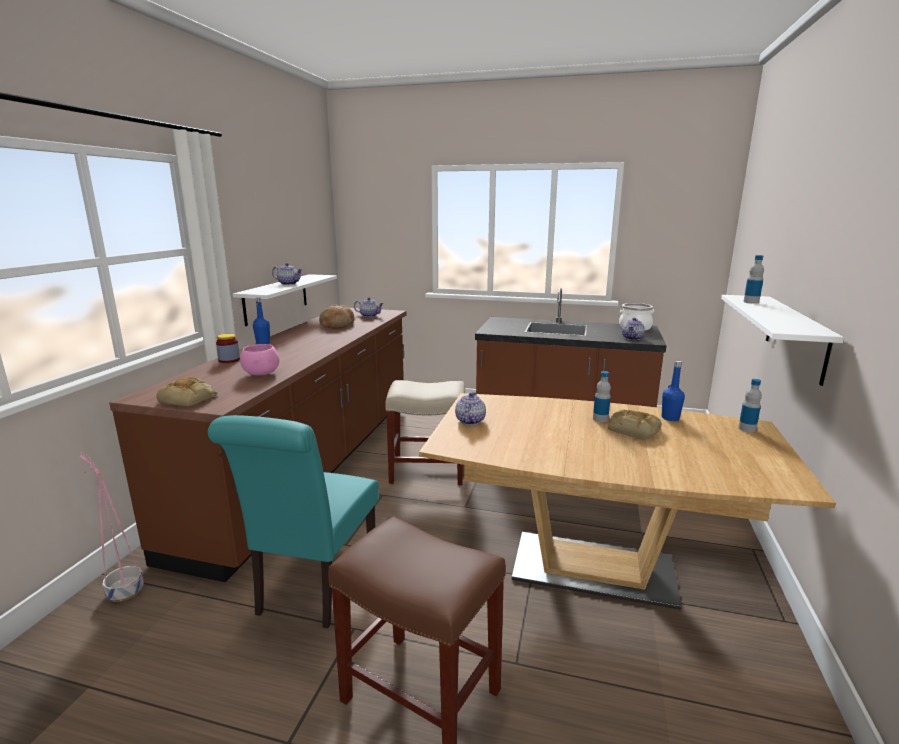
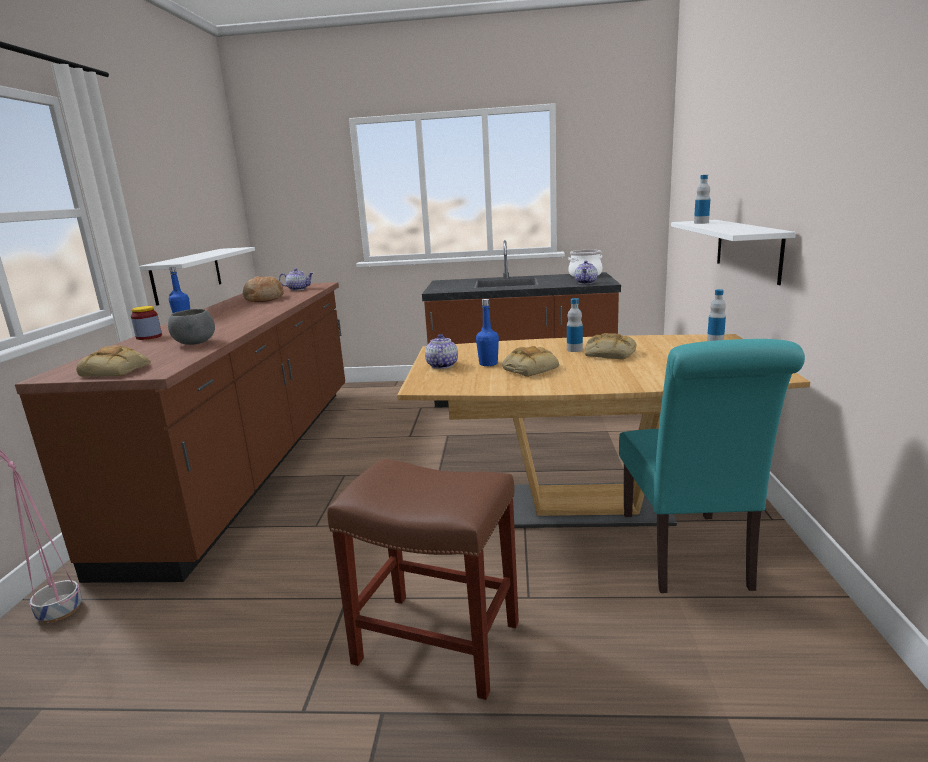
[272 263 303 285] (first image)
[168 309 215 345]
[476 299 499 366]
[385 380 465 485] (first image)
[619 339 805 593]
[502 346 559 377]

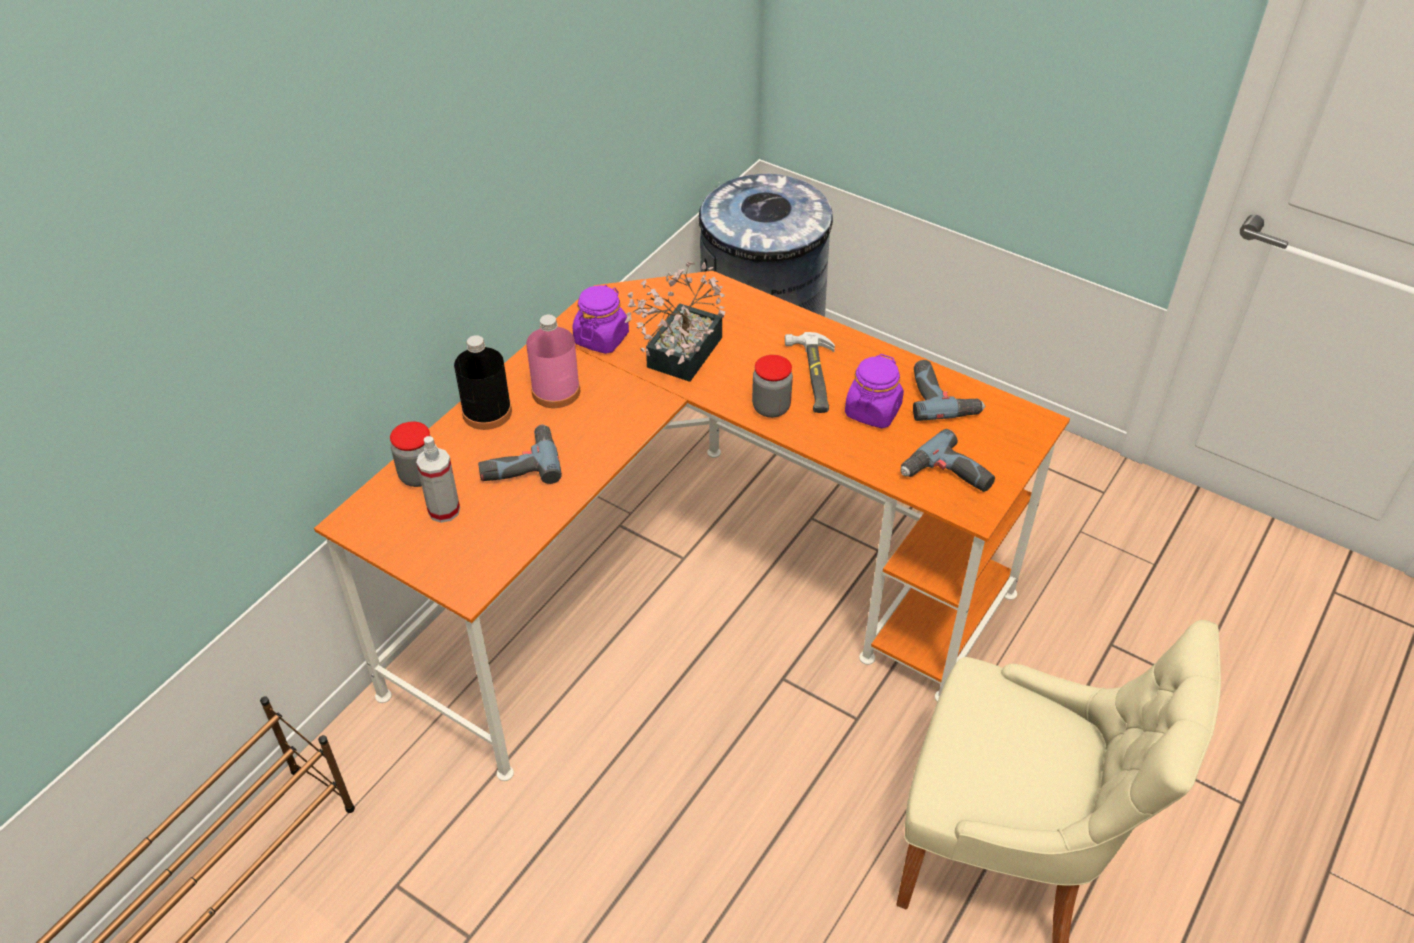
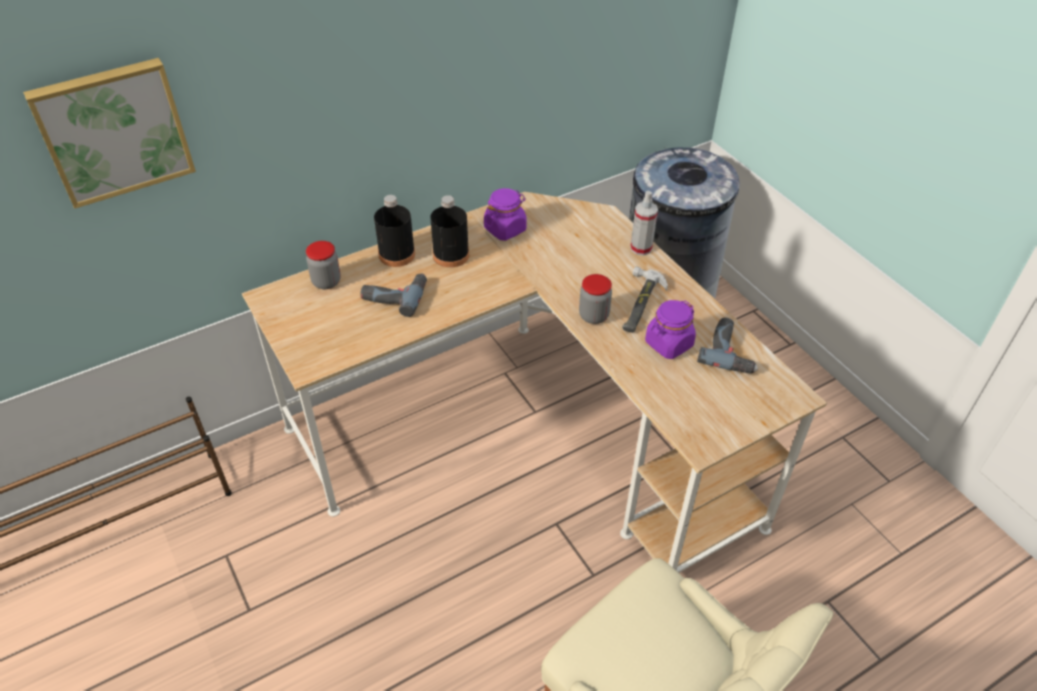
[625 262 725 382] (first image)
[242 192 827 573]
[430 195 469 268]
[901 429 995 492] (first image)
[630 191 658 256]
[23 58 196 209]

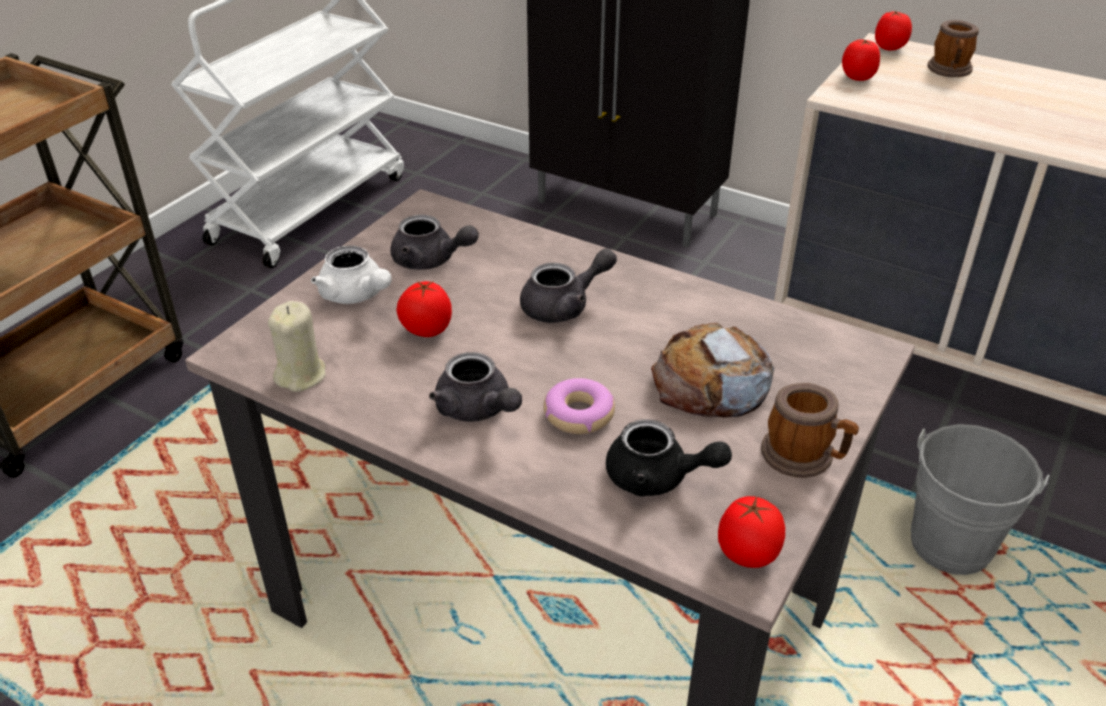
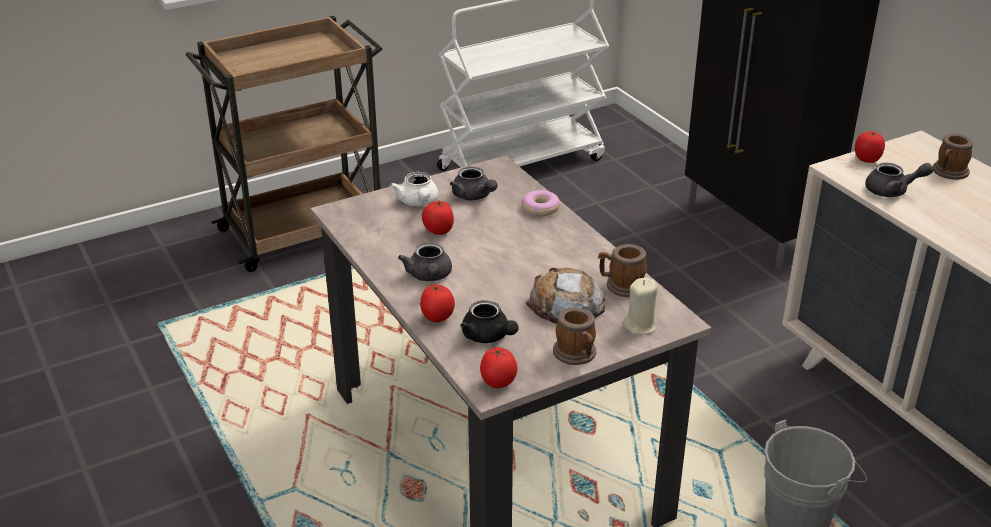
[420 284 455 322]
[865 163 933 197]
[623 278 657 335]
[521 190 560 216]
[598 244 647 297]

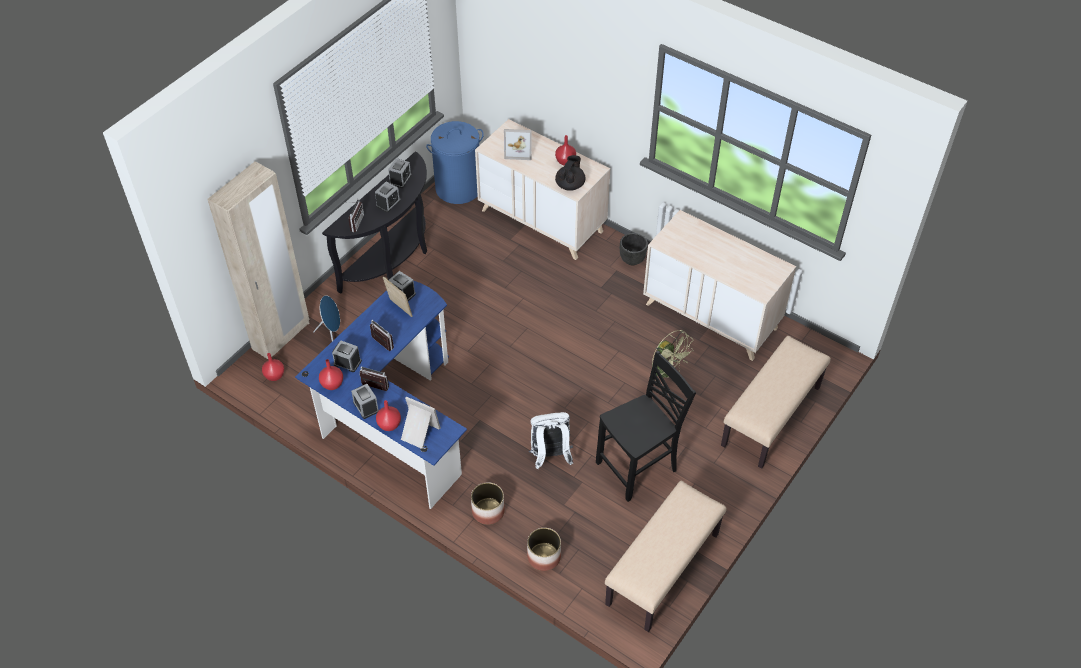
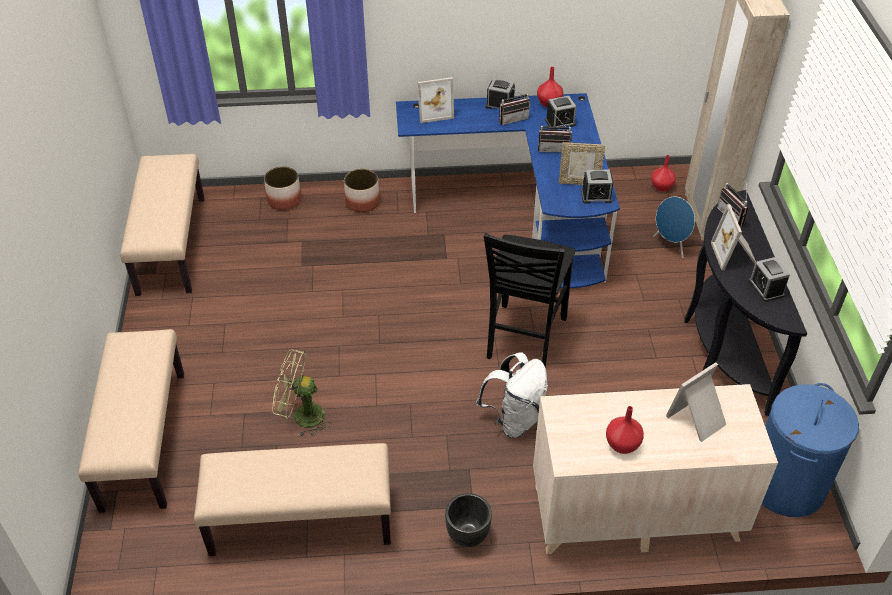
[555 155 585 191] (first image)
[711 204 756 270]
[194 443 391 556]
[484 233 576 368]
[376 400 401 431] (first image)
[476 352 548 438]

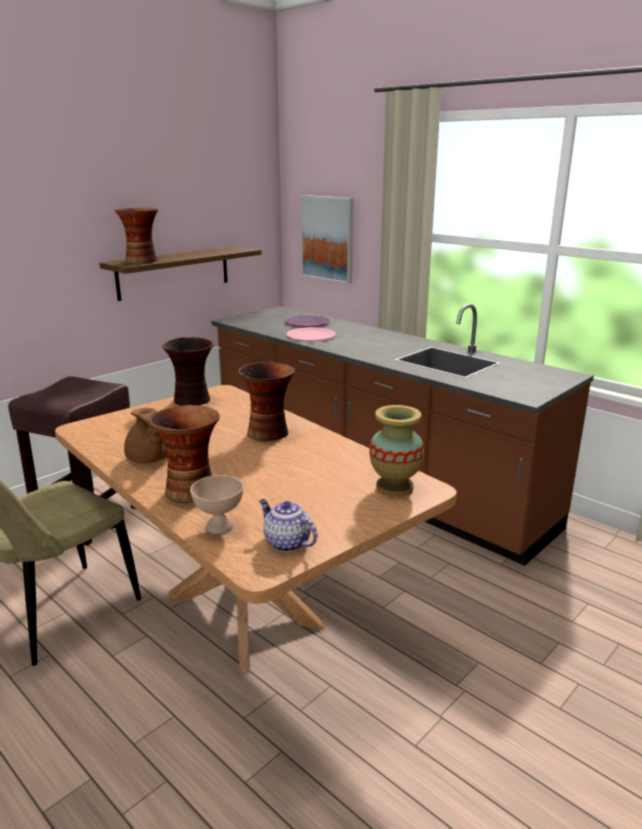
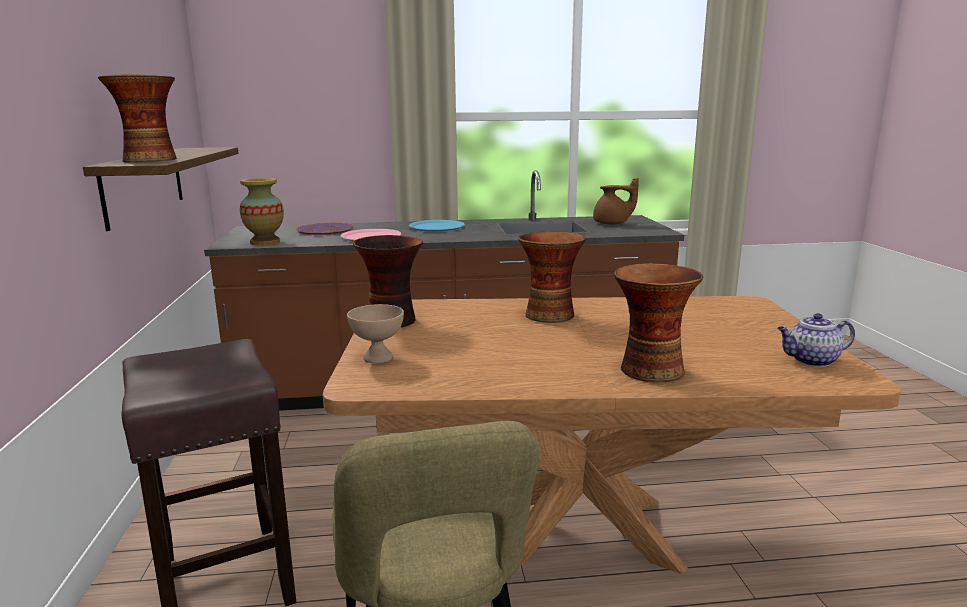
[301 195 354 284] (first image)
[240 178 284 246]
[593 177 639 224]
[347 304 404 364]
[409 220 465 232]

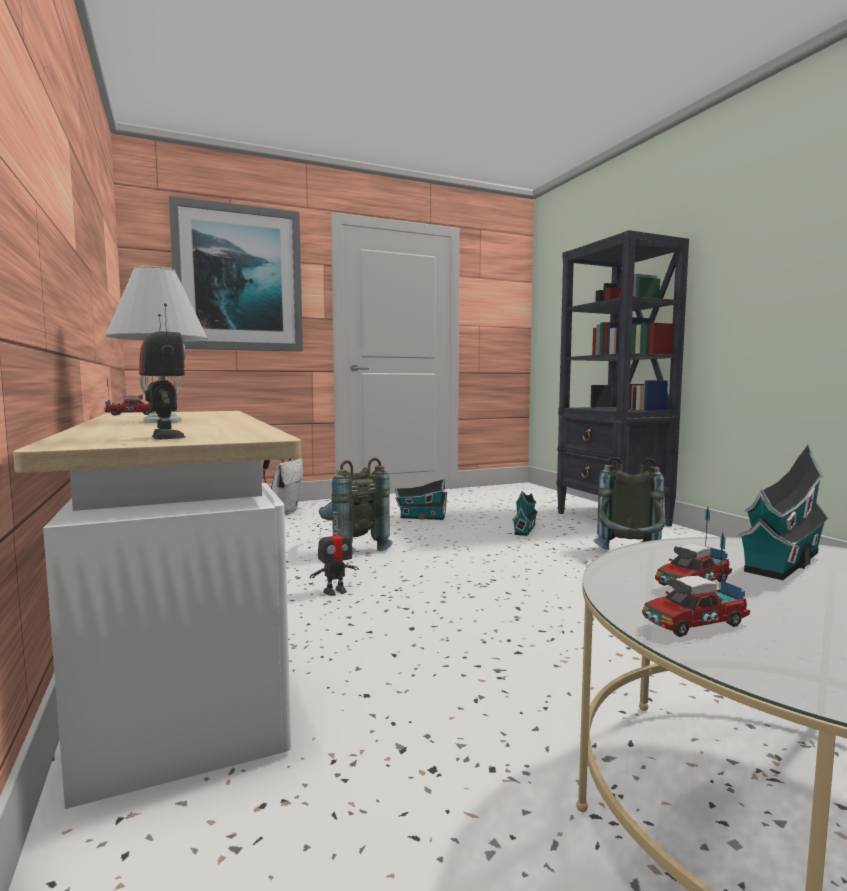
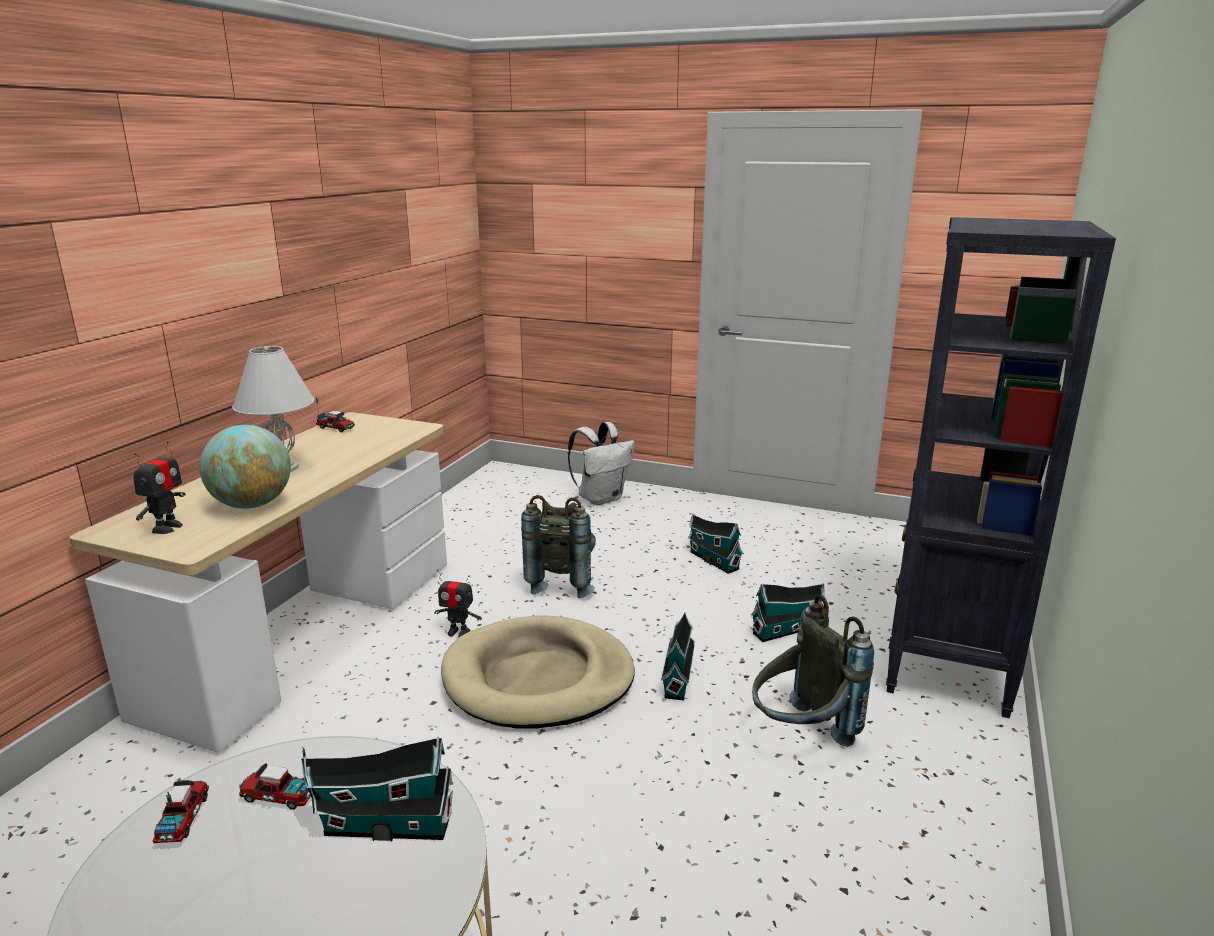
[169 196 303 352] (first image)
[153 780 209 843]
[199 425 291 509]
[661 613 696 700]
[441 615 635 729]

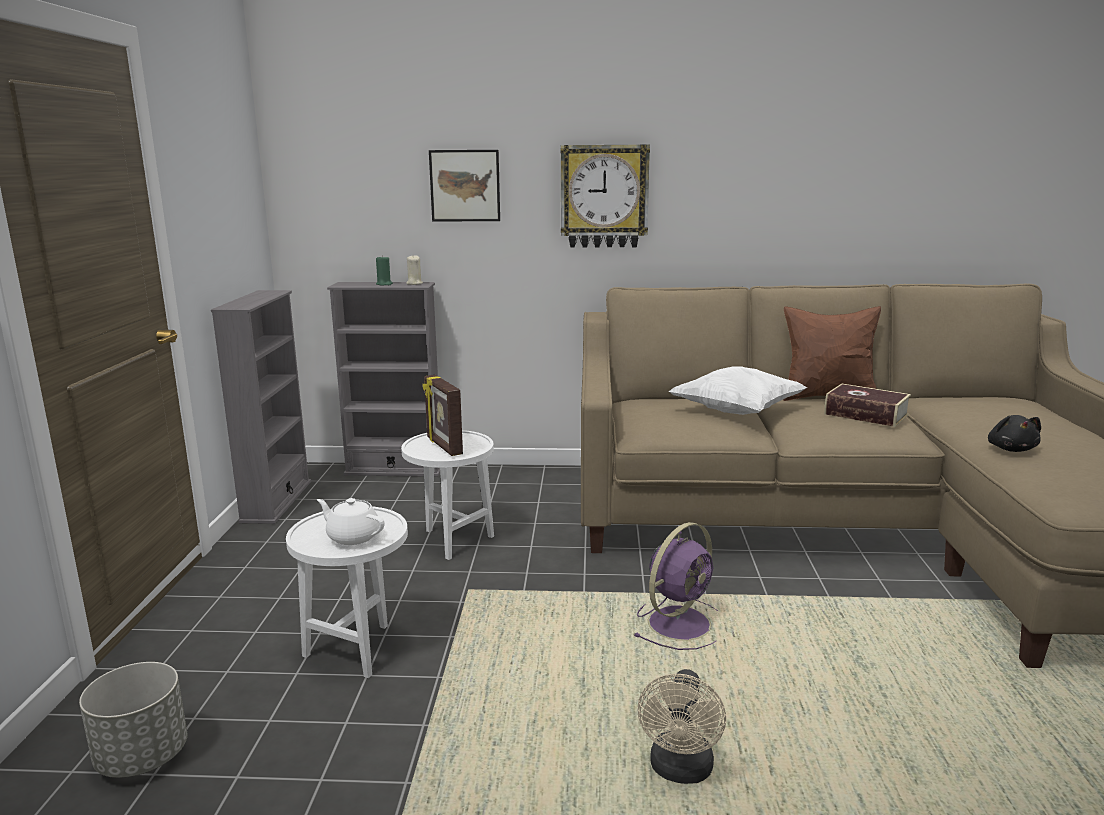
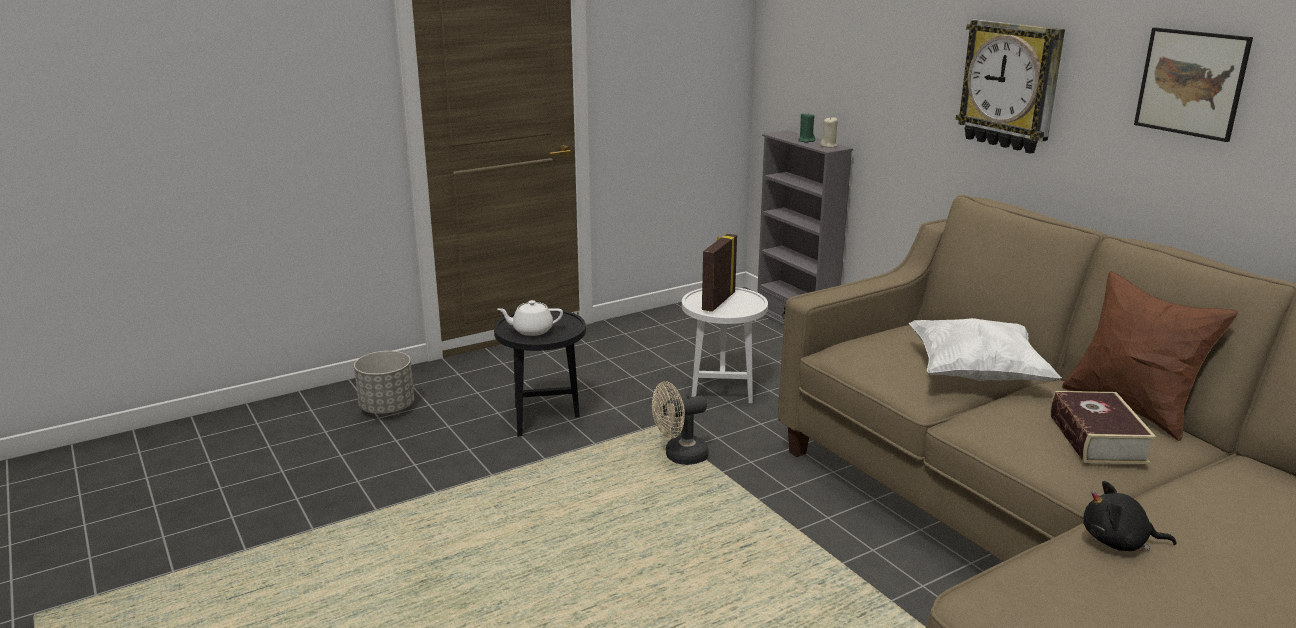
[1134 28 1253 142]
[211 290 311 524] (first image)
[1083 481 1176 551]
[497 300 563 336]
[494 310 586 437]
[633 522 718 650] (first image)
[652 381 709 465]

